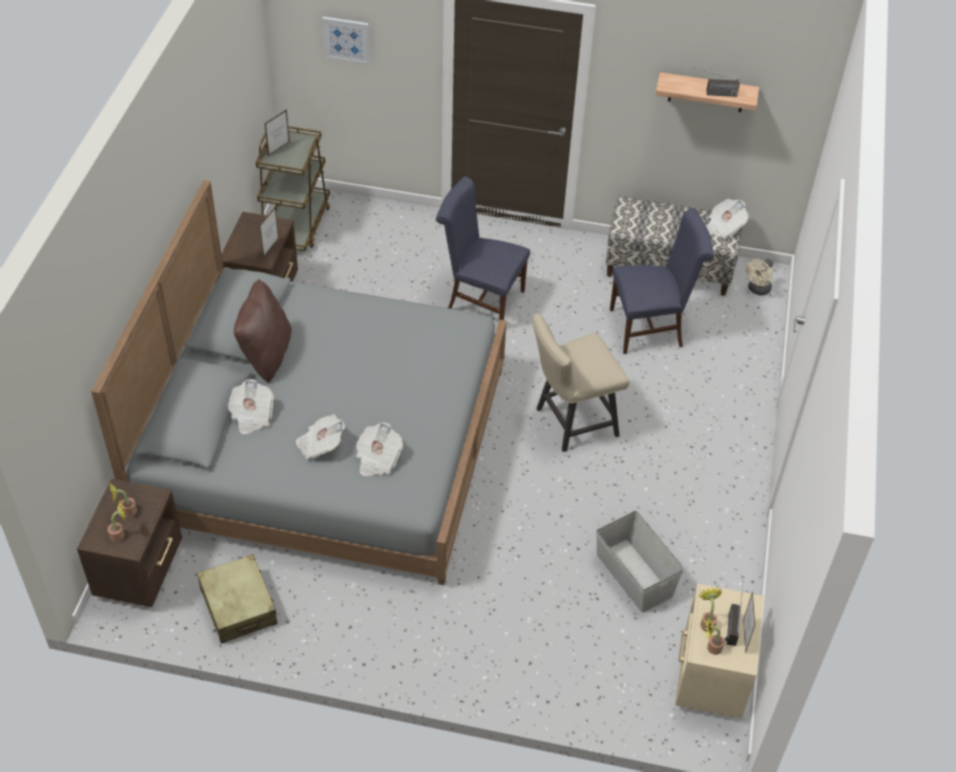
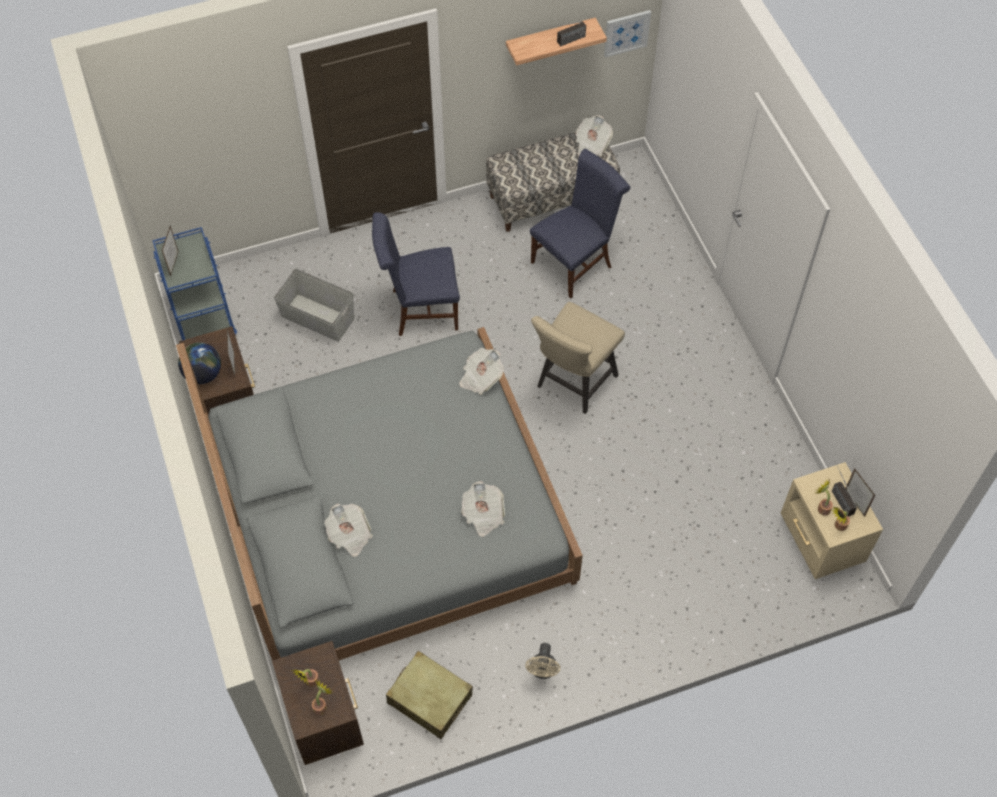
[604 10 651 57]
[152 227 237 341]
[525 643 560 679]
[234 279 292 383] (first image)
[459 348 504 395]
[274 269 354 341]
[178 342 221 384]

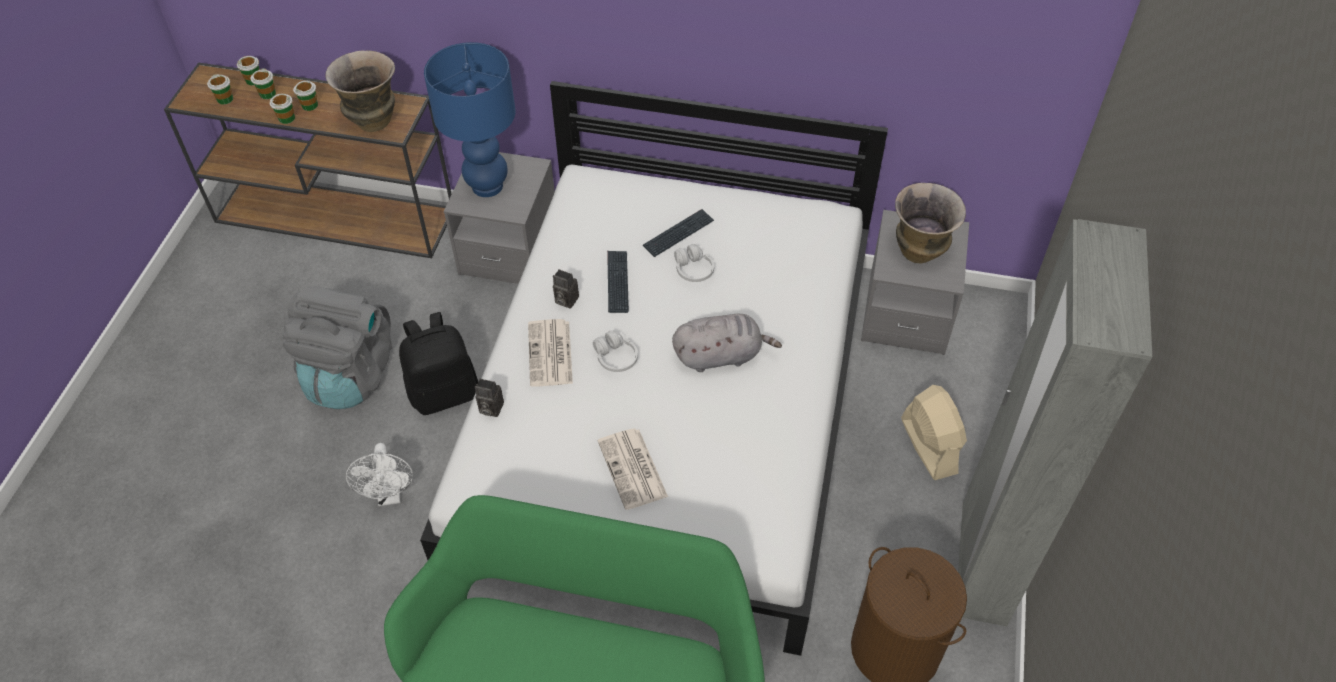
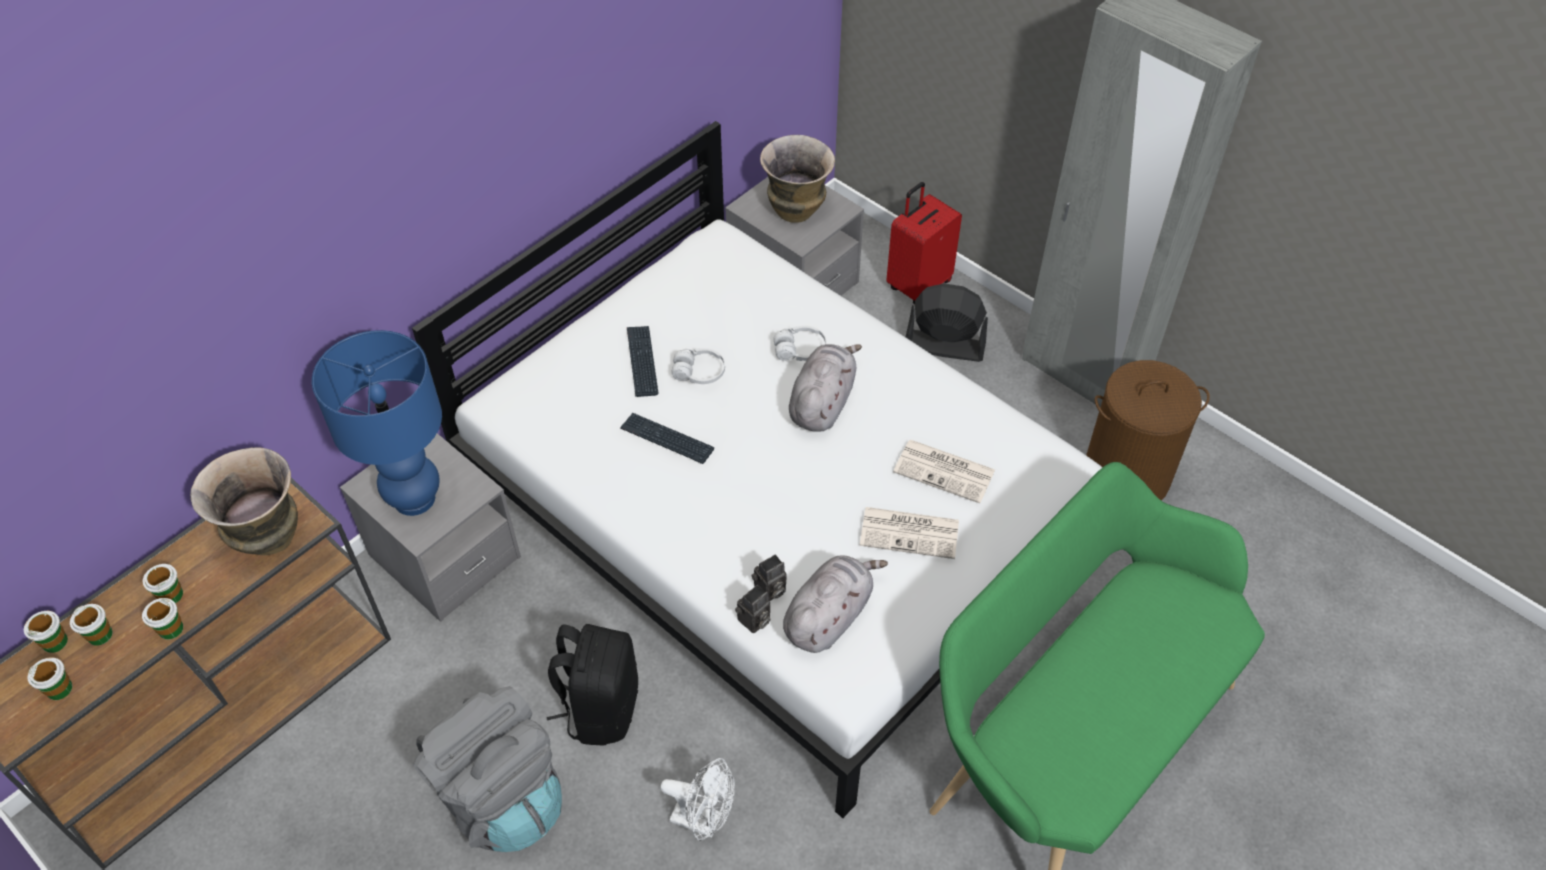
[751 554 787 601]
[893 440 995 504]
[773 326 826 361]
[906 283 988 362]
[886 182 962 304]
[783 555 888 653]

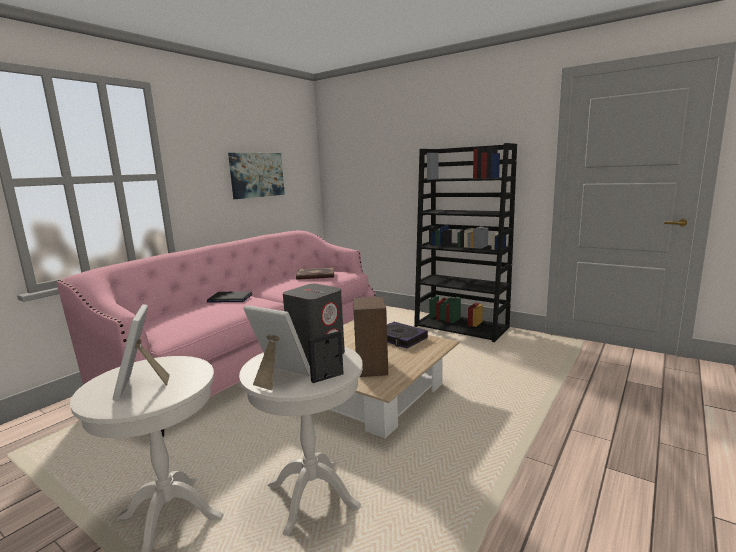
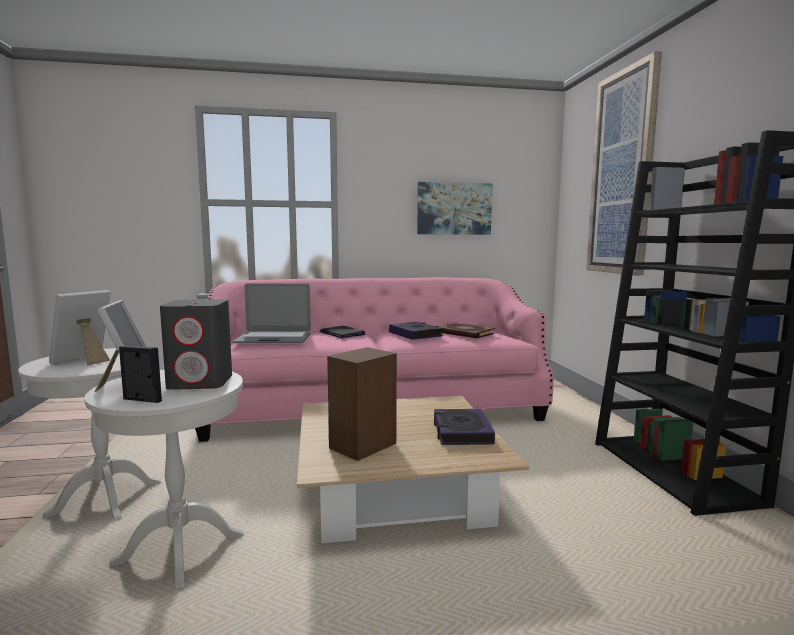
[586 51 662 275]
[233 284 311 343]
[389 322 443 340]

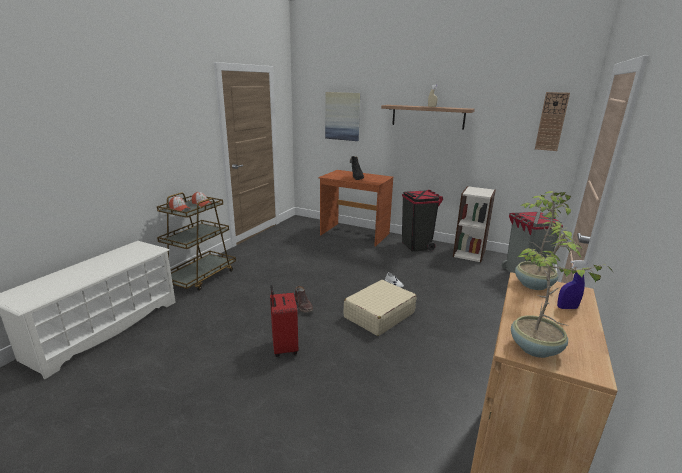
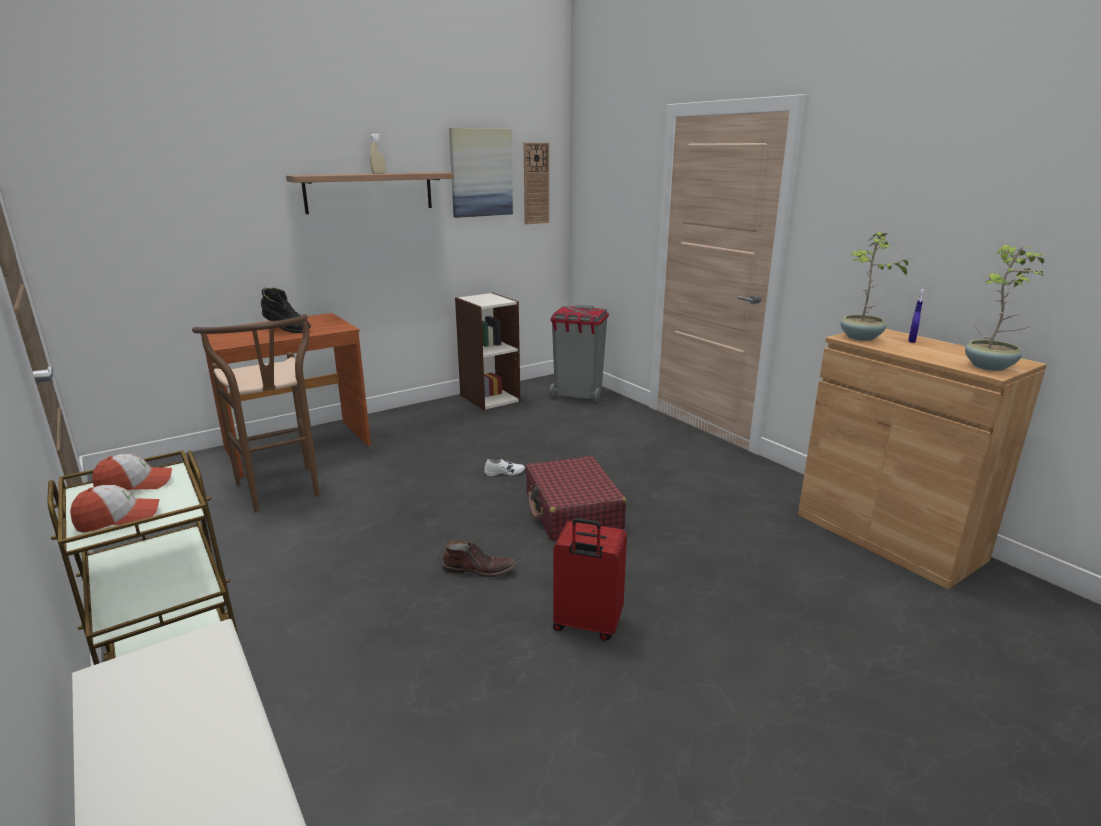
[449 128 513 218]
[402 190 443 252] (first image)
[525 456 626 541]
[192 314 319 512]

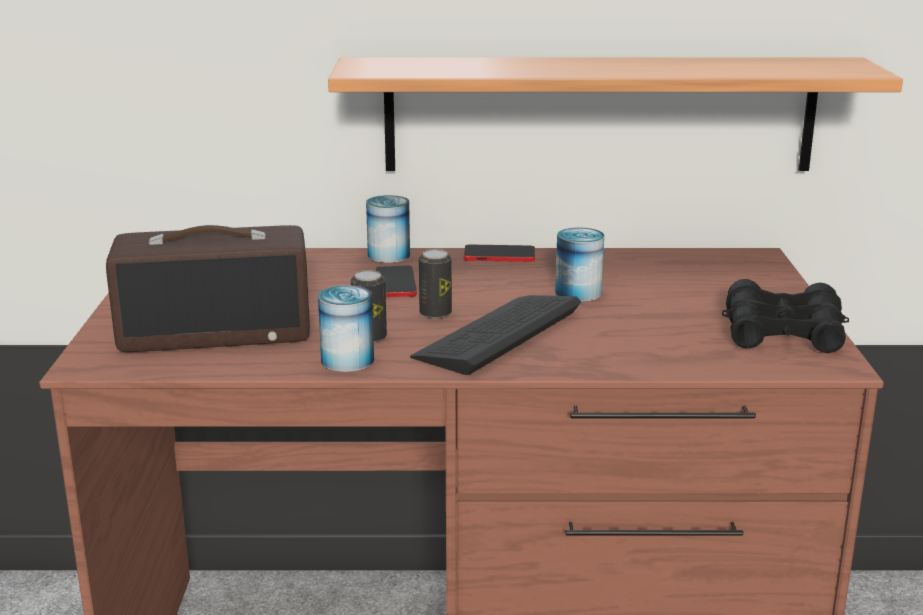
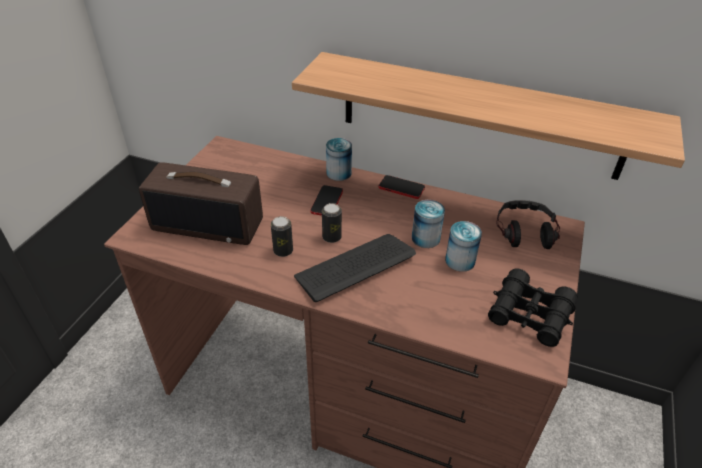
[445 221 482 272]
[496 200 560 249]

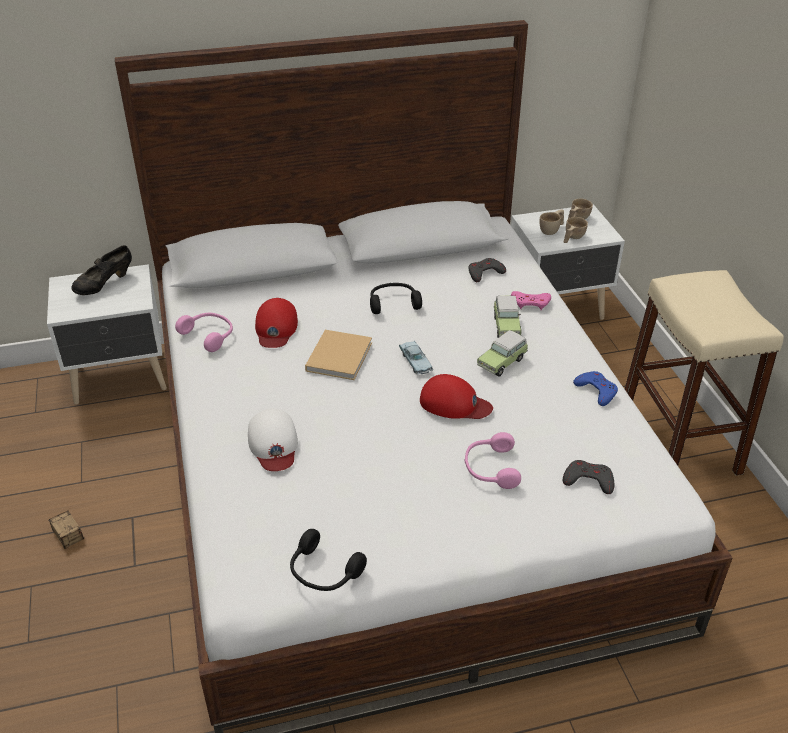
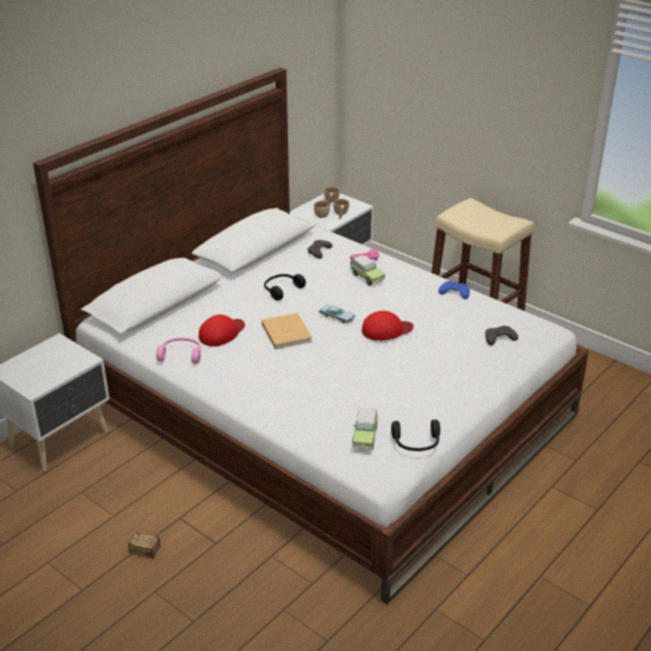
[71 245 132 295] (first image)
[199 314 245 347]
[352 408 378 449]
[248 408 298 471] (first image)
[465 432 521 489] (first image)

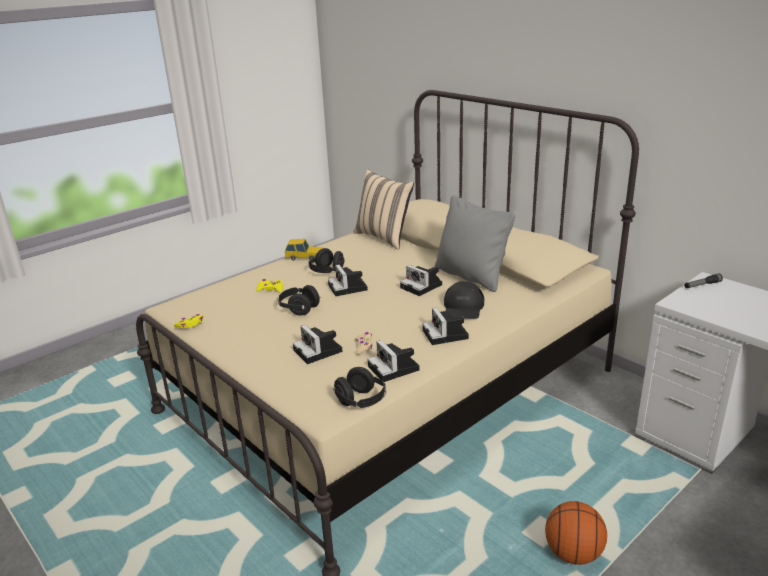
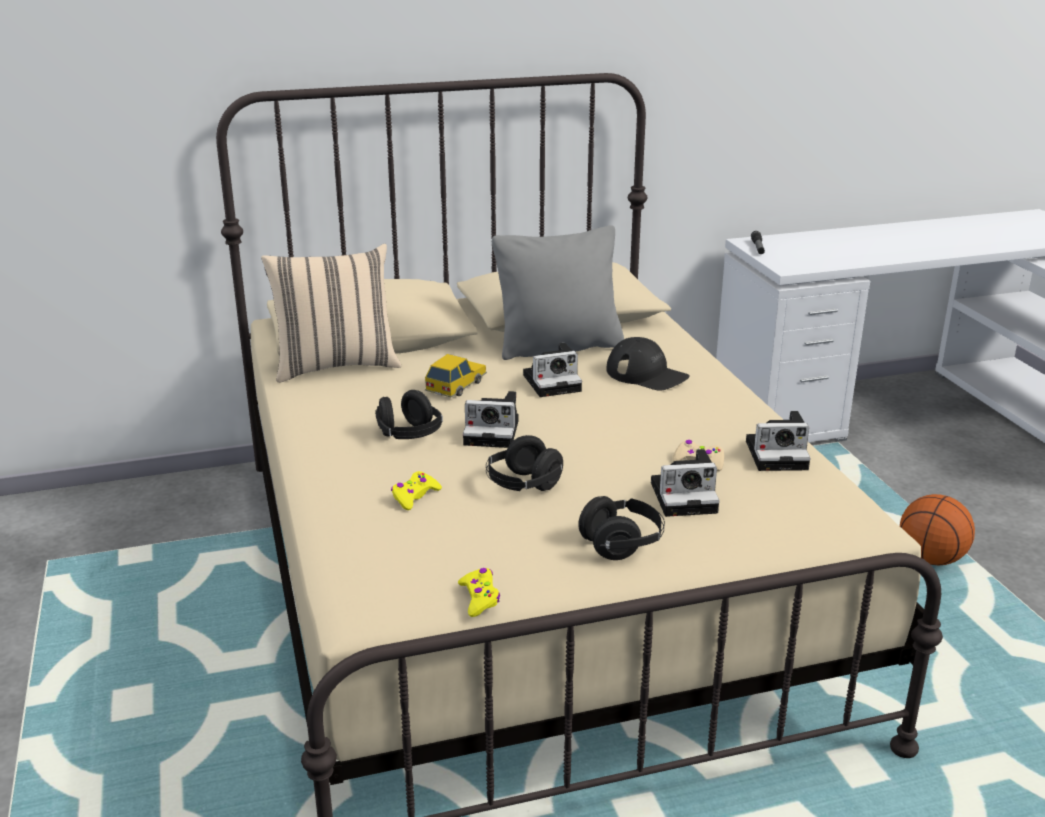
[425 354 487 398]
[423 307 469 345] (first image)
[578 496 665 560]

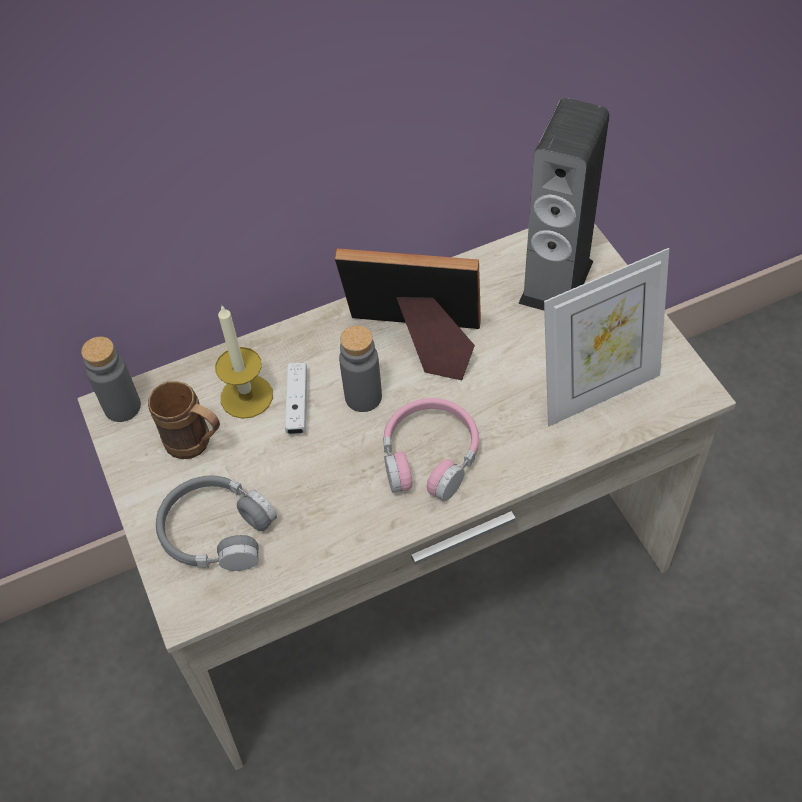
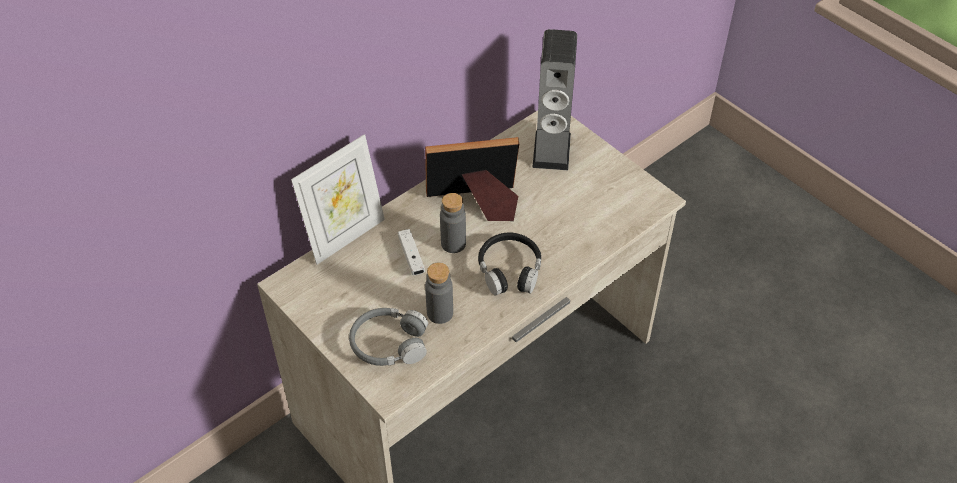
[291 134 385 265]
[215 304 273 419] (first image)
[425 263 453 324]
[148 381 220 459] (first image)
[478 233 541 296]

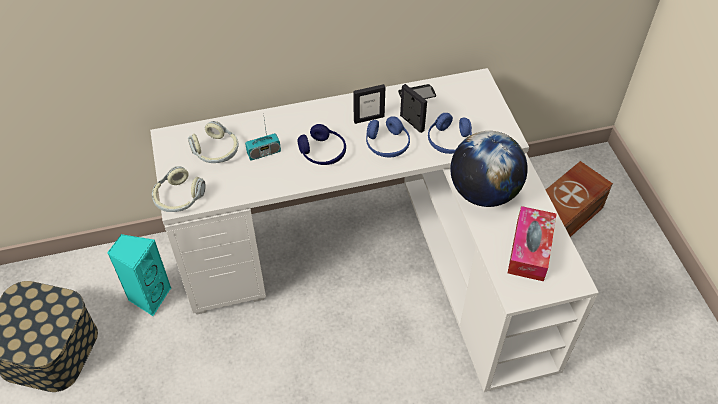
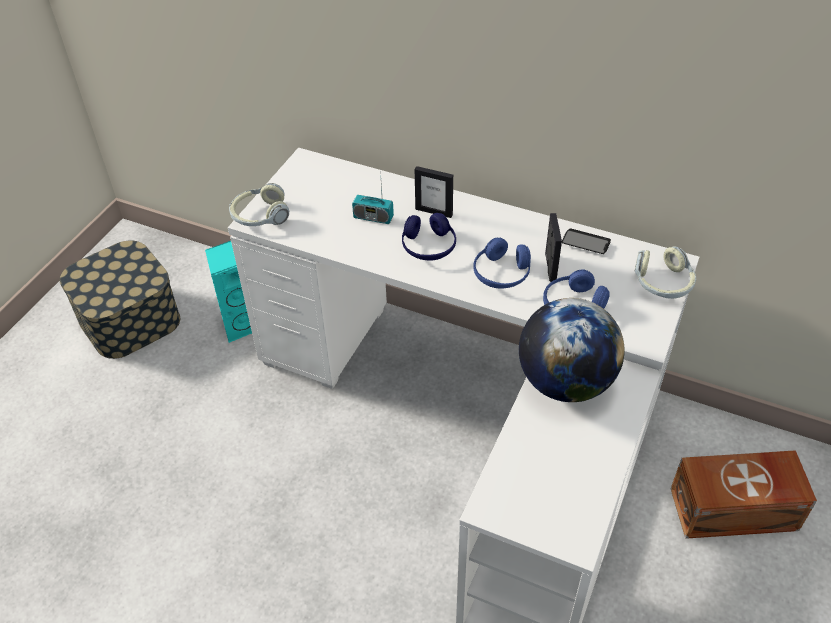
[415 166 453 218]
[634 246 696 299]
[508 206 556 281] (first image)

